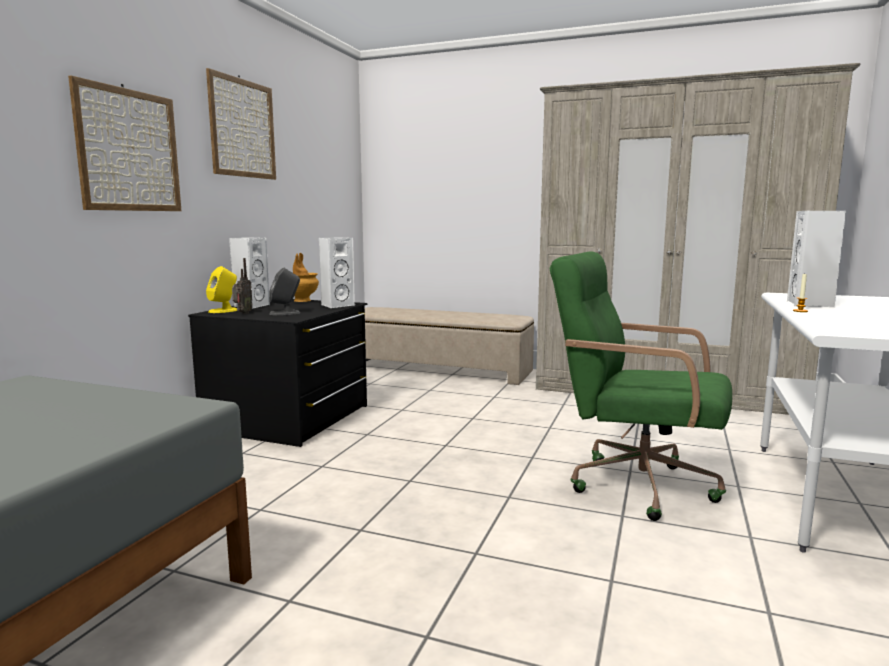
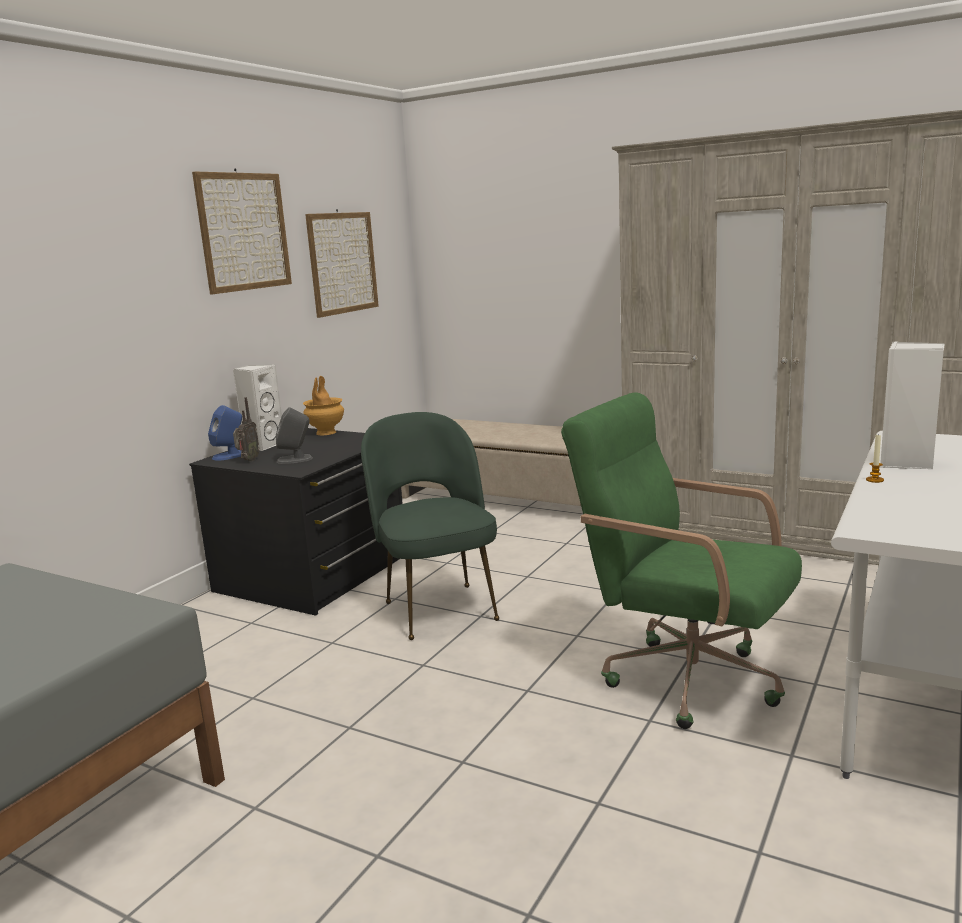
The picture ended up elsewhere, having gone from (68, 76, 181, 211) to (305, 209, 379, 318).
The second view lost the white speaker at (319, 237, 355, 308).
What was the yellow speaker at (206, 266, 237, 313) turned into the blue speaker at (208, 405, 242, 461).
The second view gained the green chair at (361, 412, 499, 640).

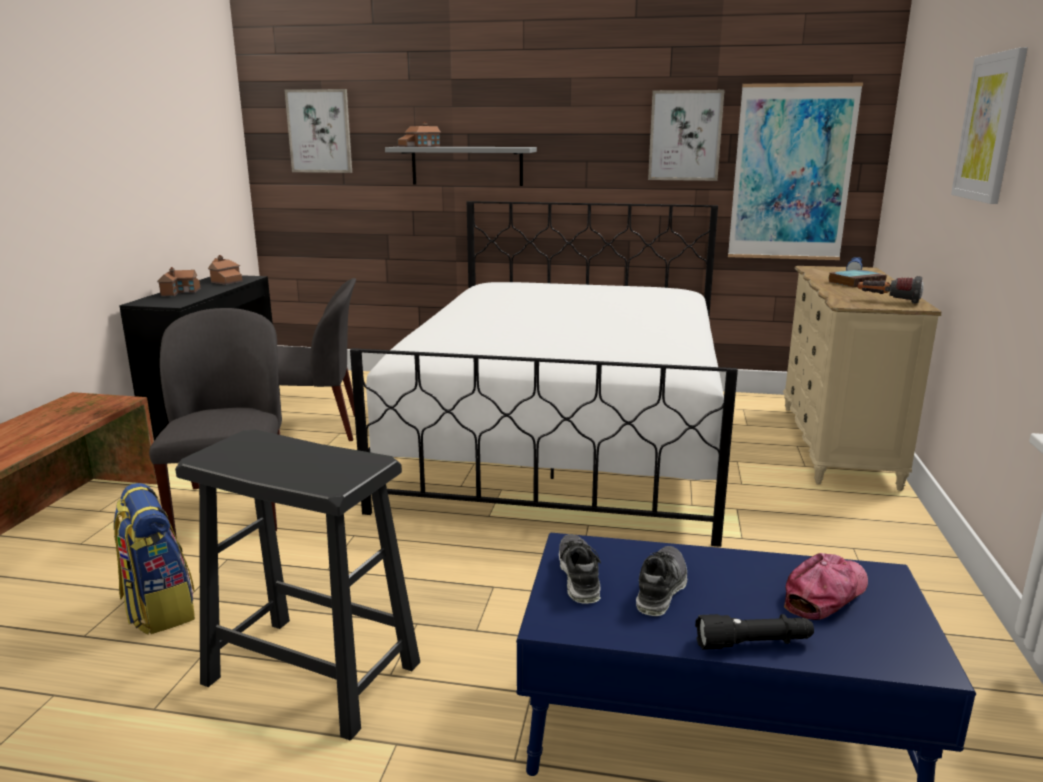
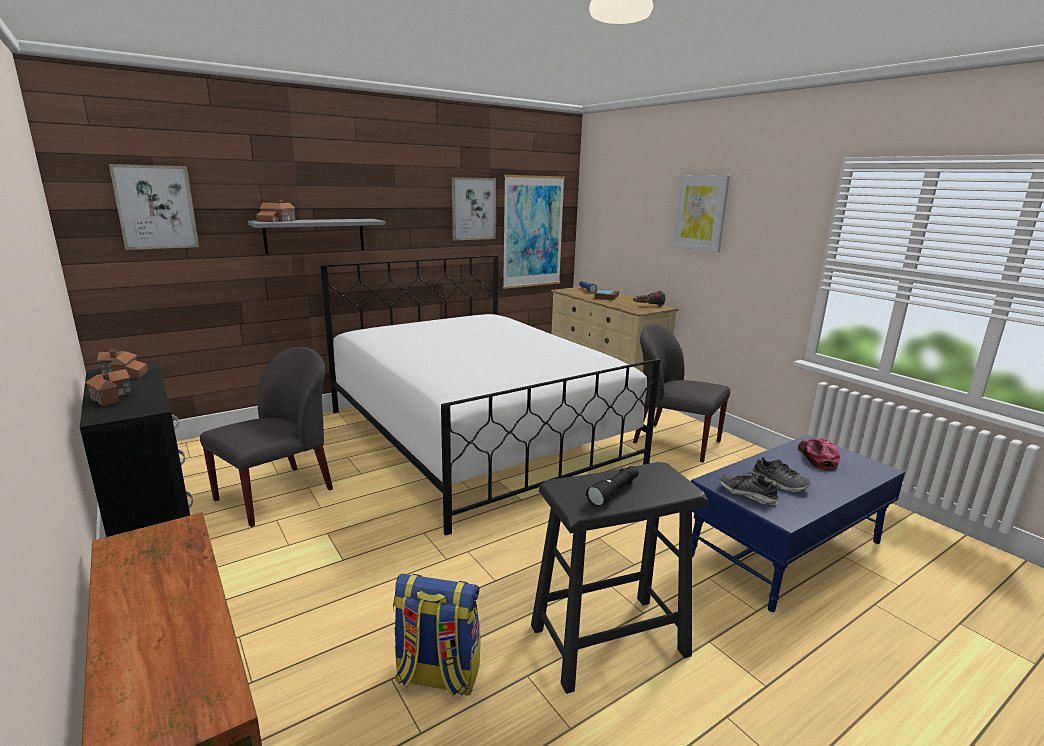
The grey chair ended up elsewhere, having gone from (149, 308, 282, 539) to (633, 324, 730, 462).
The shoe at (636, 546, 687, 616) ended up facing another way, 150 degrees clockwise from before.
The black flashlight ended up elsewhere, having gone from (695, 614, 814, 650) to (586, 466, 639, 507).

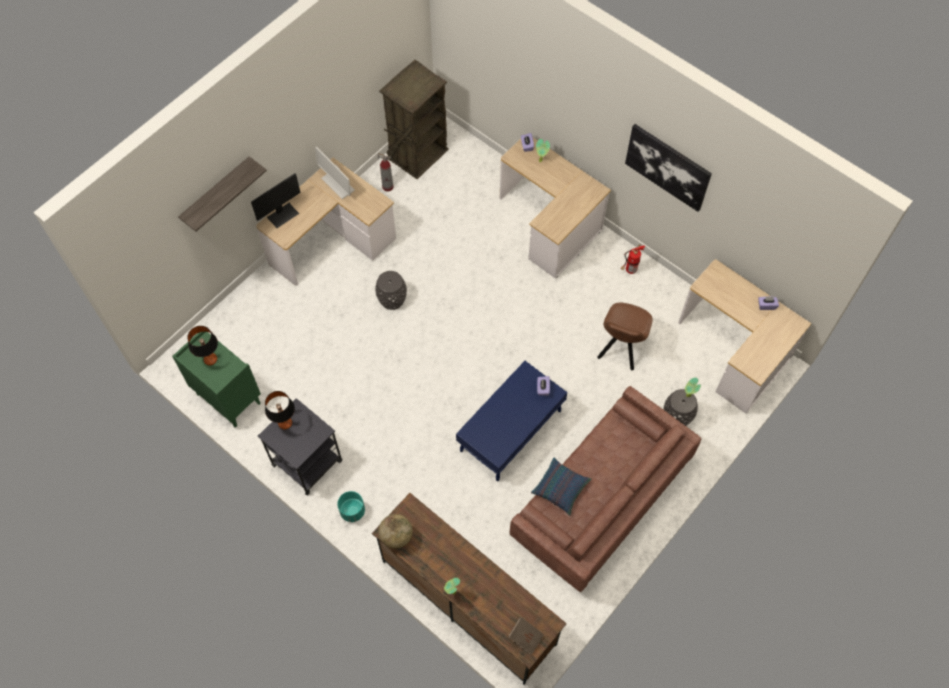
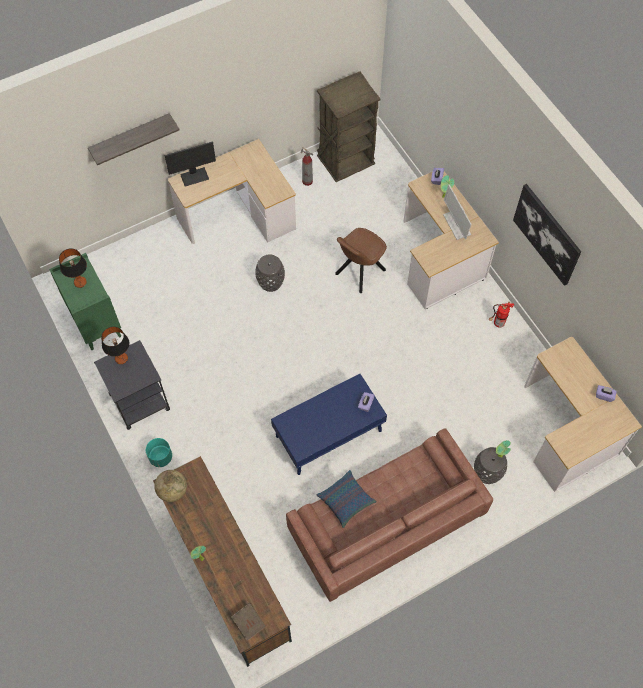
The monitor ended up elsewhere, having gone from (315, 147, 355, 199) to (443, 184, 472, 240).
The brown chair ended up elsewhere, having gone from (597, 302, 653, 371) to (335, 228, 387, 293).

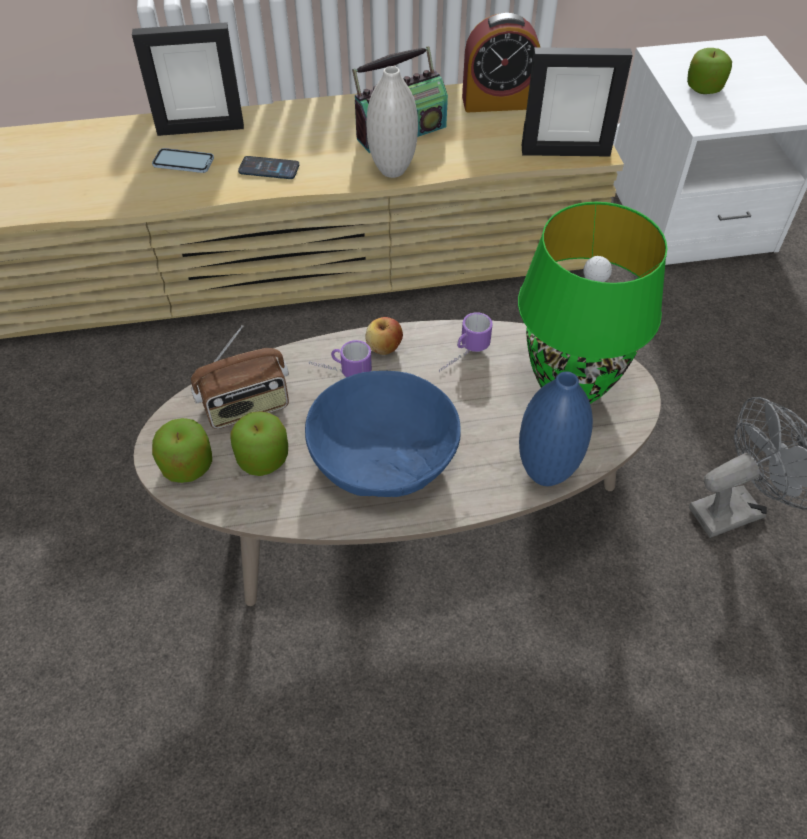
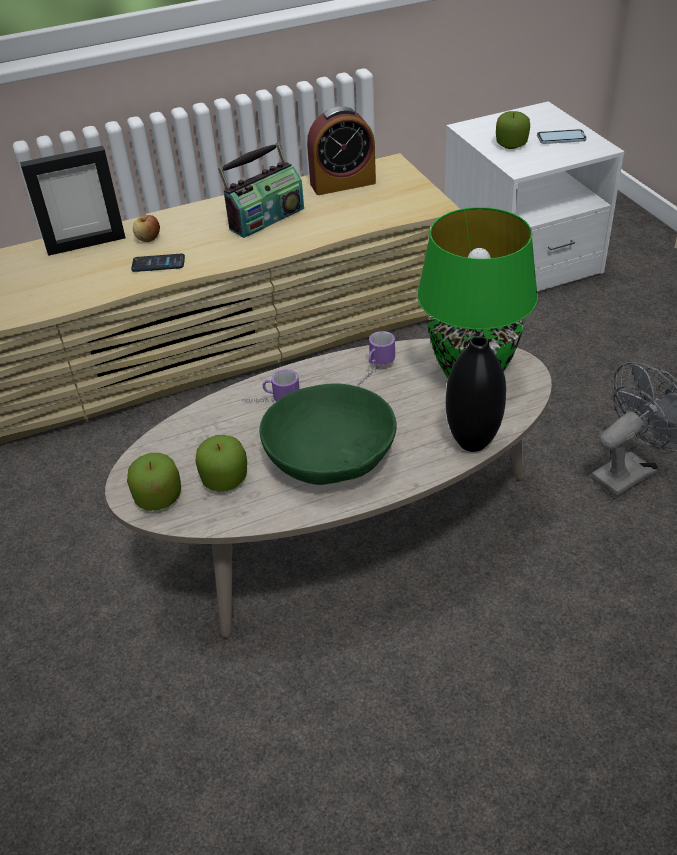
The second view lost the picture frame at (521, 47, 633, 157).
The second view lost the white vase at (367, 66, 418, 178).
The phone ended up elsewhere, having gone from (152, 148, 214, 173) to (537, 129, 587, 144).
The apple ended up elsewhere, having gone from (366, 317, 403, 355) to (133, 215, 160, 242).
The second view lost the radio at (191, 325, 289, 429).
What was the blue bowl at (305, 371, 460, 497) turned into the green bowl at (260, 383, 397, 485).
What was the blue vase at (519, 371, 593, 486) turned into the black vase at (446, 336, 506, 452).

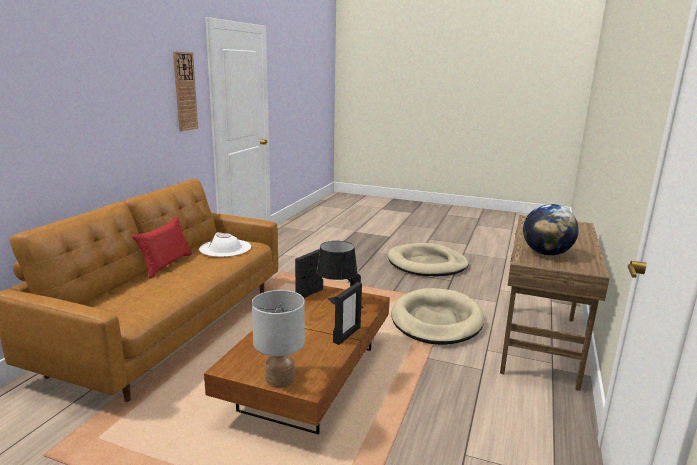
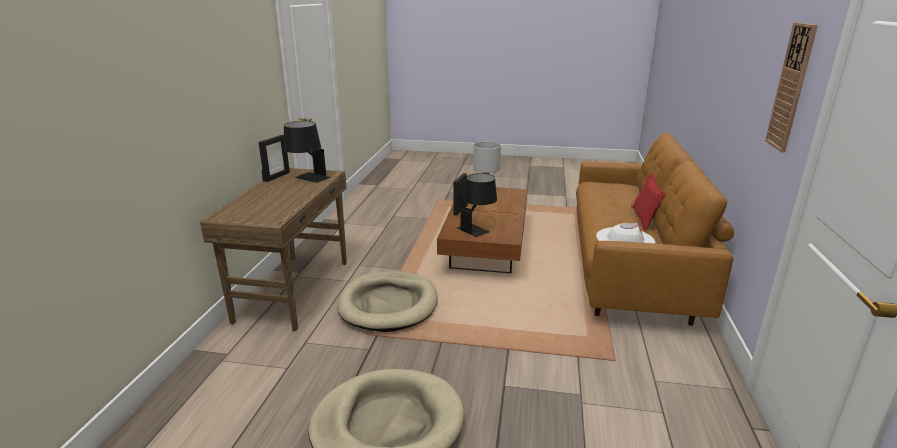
Where the globe stood at (523, 204, 579, 256), the black table lamp came to stand at (283, 121, 331, 183).
The picture frame ended up elsewhere, having gone from (295, 249, 323, 298) to (259, 135, 290, 182).

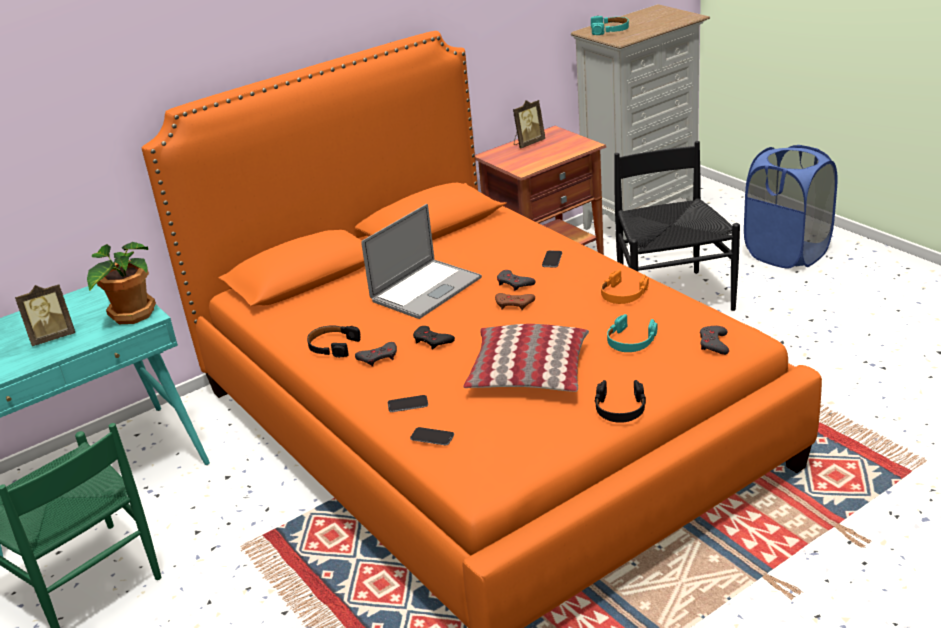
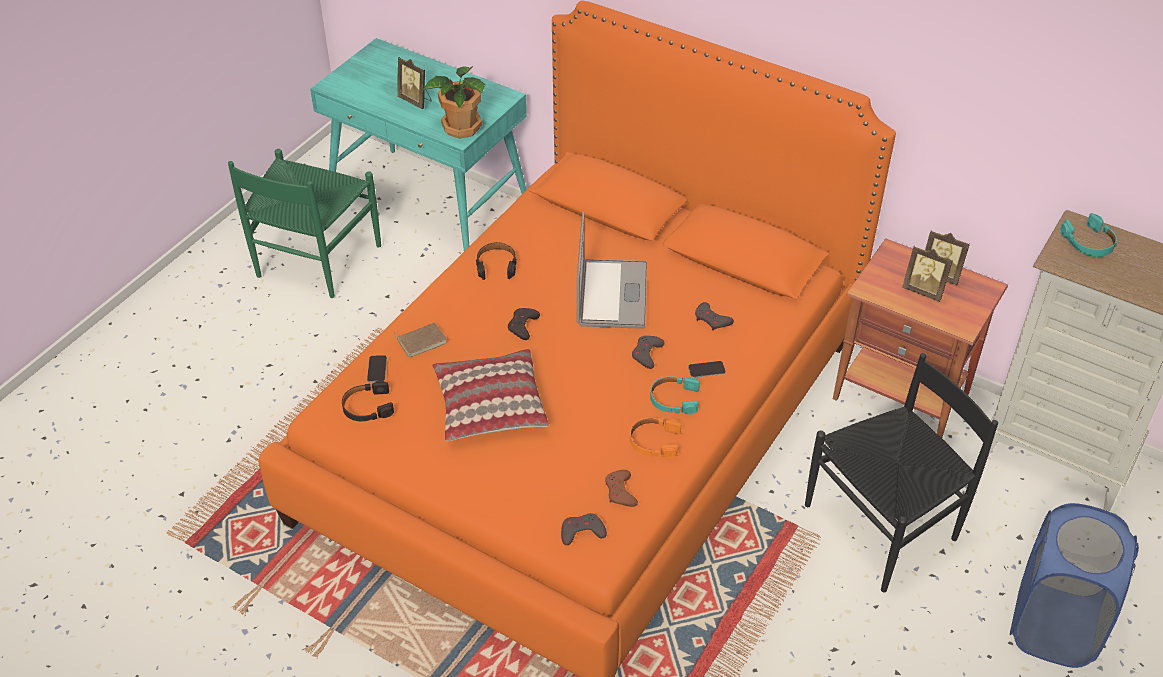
The laptop at (361, 204, 482, 319) ended up facing another way, 105 degrees counterclockwise from before.
The brown game controller ended up elsewhere, having gone from (495, 293, 535, 310) to (605, 470, 638, 507).
The turquoise headphones ended up elsewhere, having gone from (607, 314, 657, 352) to (650, 376, 700, 415).
The grey game controller ended up elsewhere, having gone from (355, 342, 397, 367) to (695, 302, 734, 331).
The black headphones ended up elsewhere, having gone from (595, 380, 646, 423) to (342, 381, 394, 421).
Where the phone stood at (388, 395, 428, 412), the brown book came to stand at (393, 322, 447, 358).
The second view gained the picture frame at (902, 245, 953, 302).

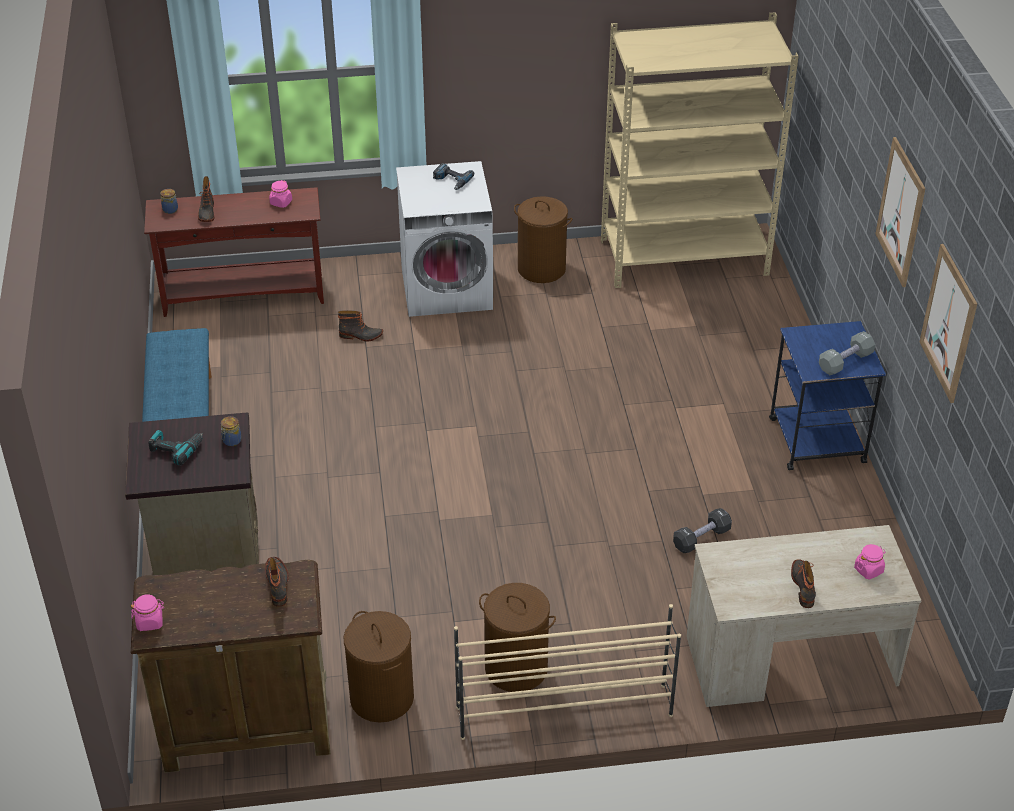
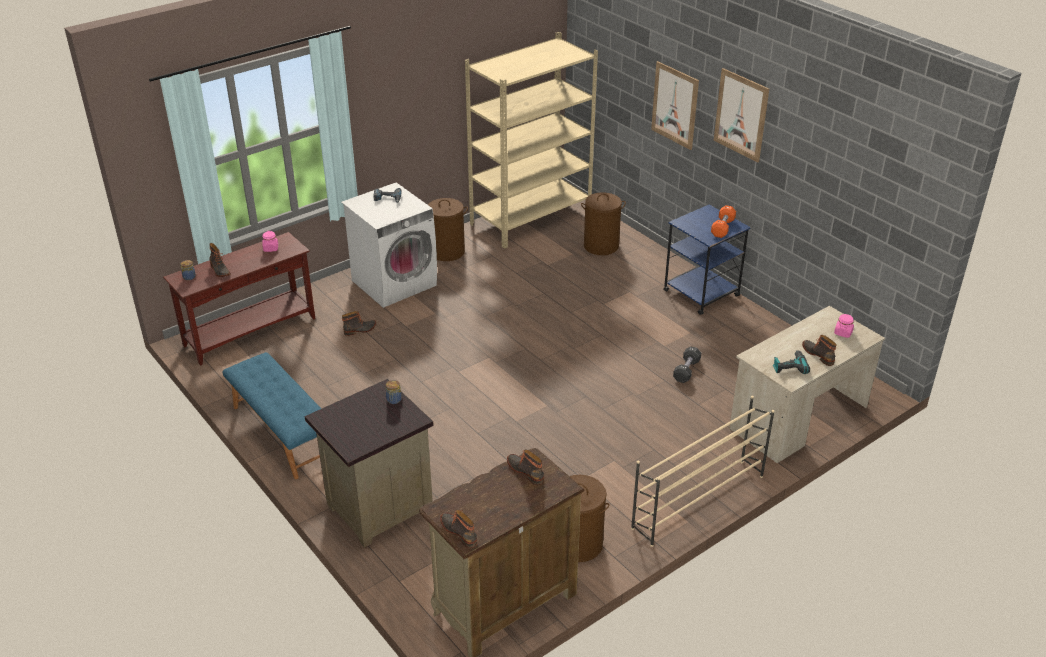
The picture ended up elsewhere, having gone from (920, 244, 977, 403) to (651, 61, 699, 150).
What was the grey dumbbell at (819, 331, 875, 375) turned into the orange dumbbell at (711, 205, 736, 238).
The power drill ended up elsewhere, having gone from (148, 430, 203, 465) to (773, 350, 810, 374).
The brown laundry basket ended up elsewhere, having gone from (479, 583, 556, 692) to (581, 193, 626, 255).
Where the pink jar stood at (131, 594, 164, 631), the boot came to stand at (440, 510, 477, 548).

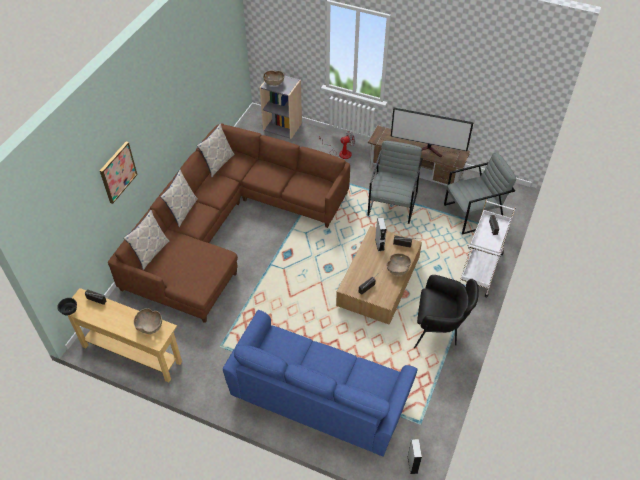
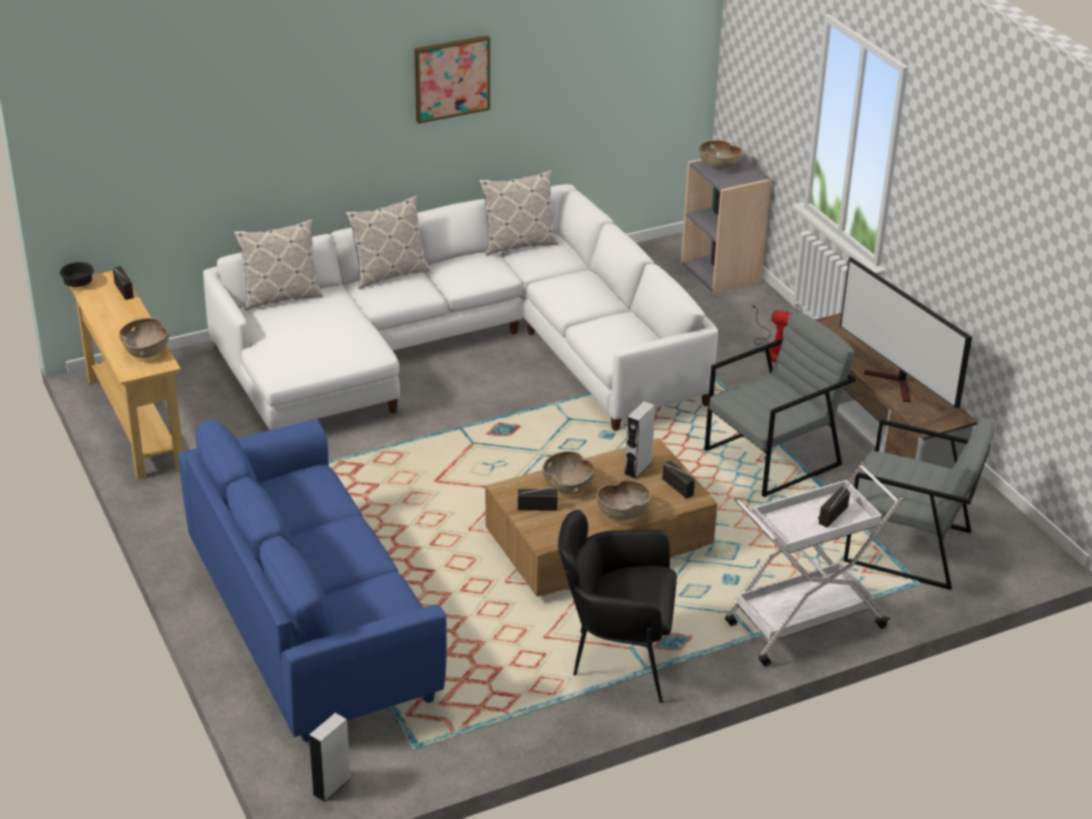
What was the brown sofa at (108, 123, 350, 323) turned into the white sofa at (203, 184, 718, 431).
The picture ended up elsewhere, having gone from (100, 141, 138, 204) to (414, 35, 490, 124).
The black armchair at (414, 275, 479, 348) ended up facing another way, 135 degrees clockwise from before.
The second view gained the brown bowl at (542, 451, 595, 494).

